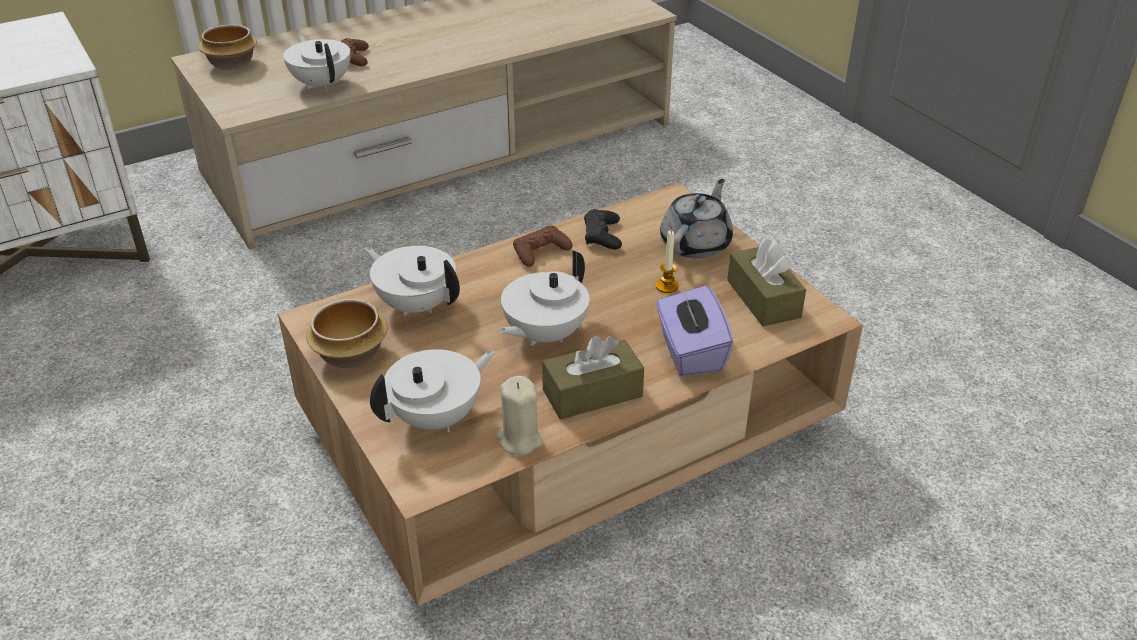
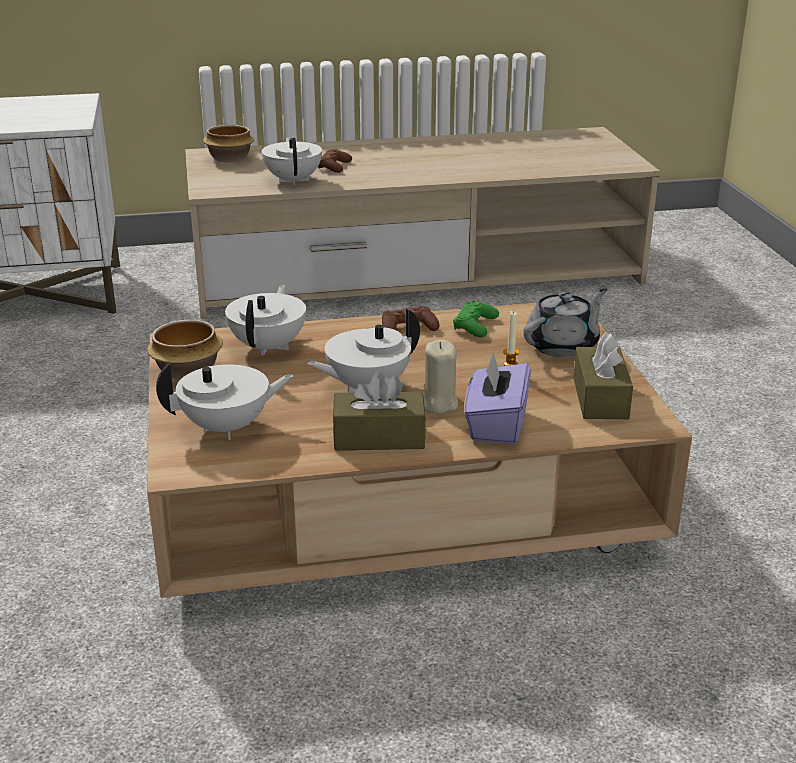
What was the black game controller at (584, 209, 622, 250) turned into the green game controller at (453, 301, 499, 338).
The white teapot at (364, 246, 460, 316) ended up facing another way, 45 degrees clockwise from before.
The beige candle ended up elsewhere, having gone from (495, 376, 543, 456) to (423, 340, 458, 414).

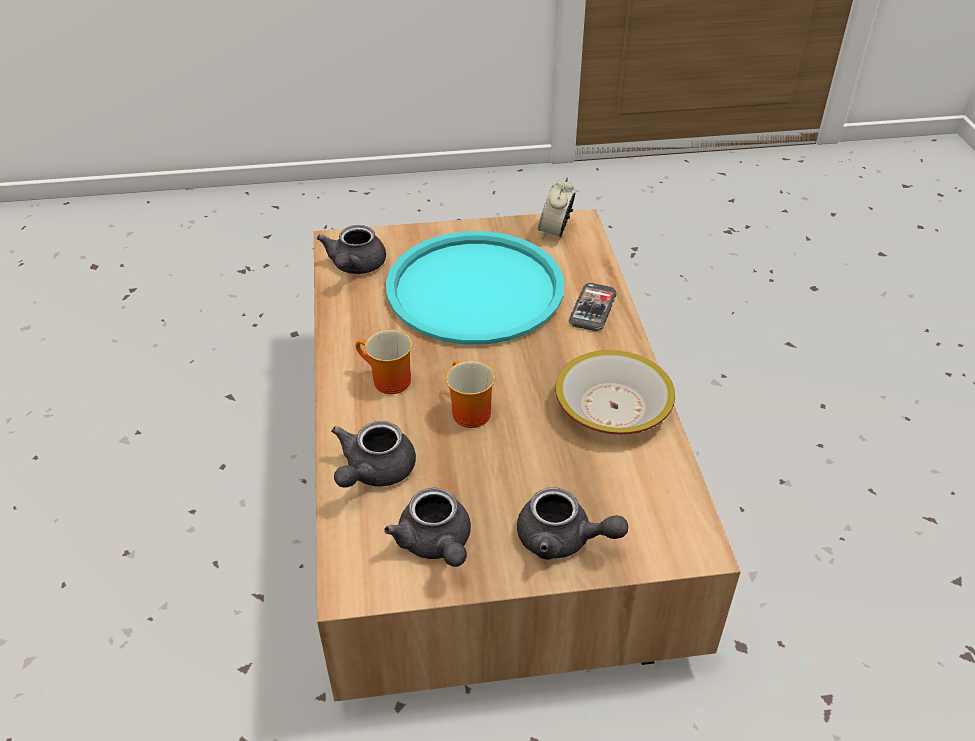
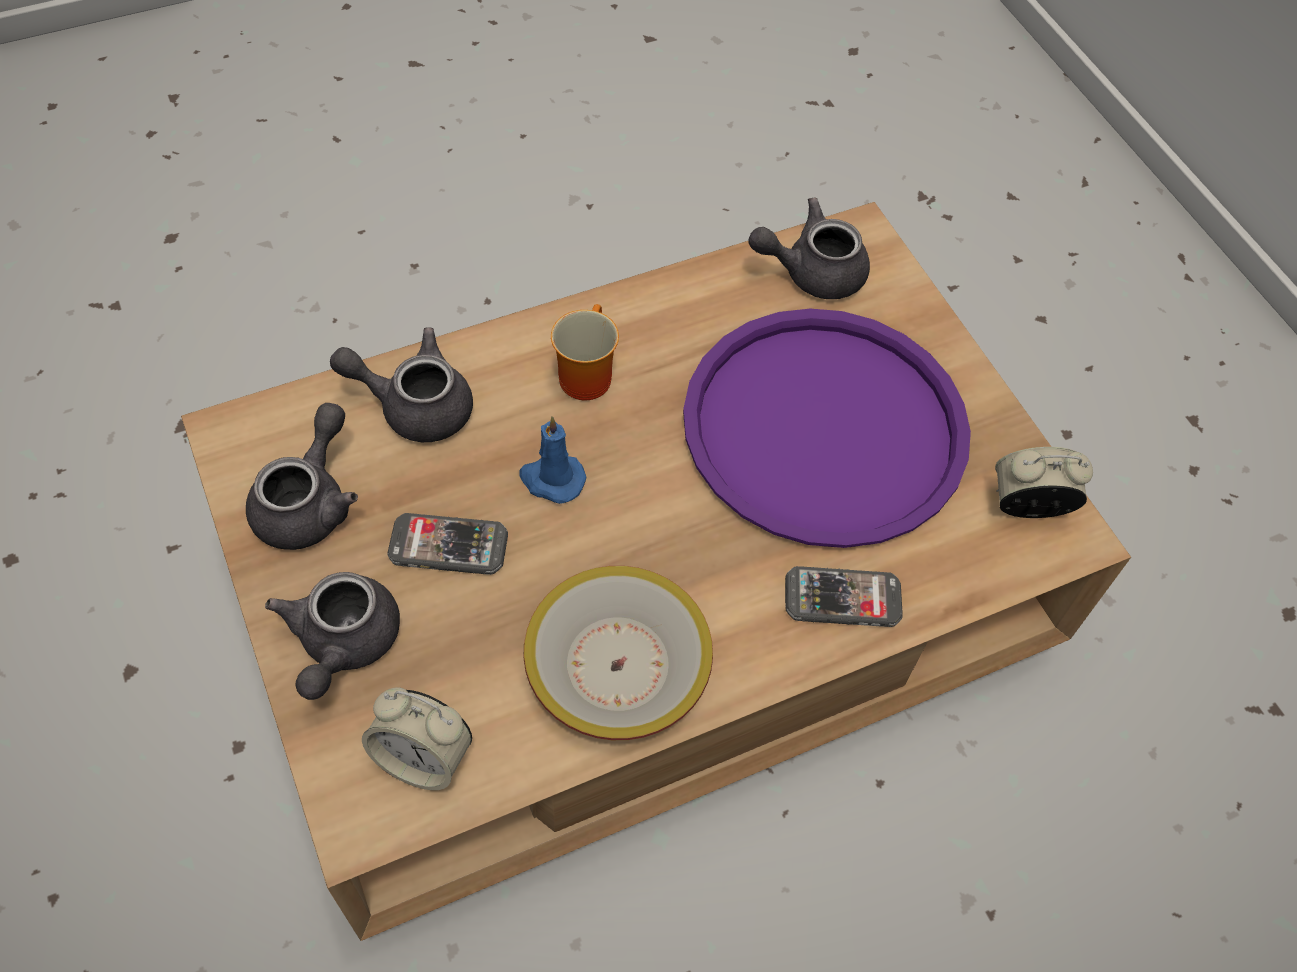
What was the turquoise tray at (386, 231, 565, 344) turned into the purple tray at (683, 309, 971, 548).
Where the mug stood at (446, 361, 495, 428), the blue candle came to stand at (519, 416, 587, 504).
The grey teapot at (384, 488, 471, 567) ended up facing another way, 150 degrees clockwise from before.
The second view gained the phone at (388, 513, 508, 575).
The second view gained the alarm clock at (362, 687, 472, 790).

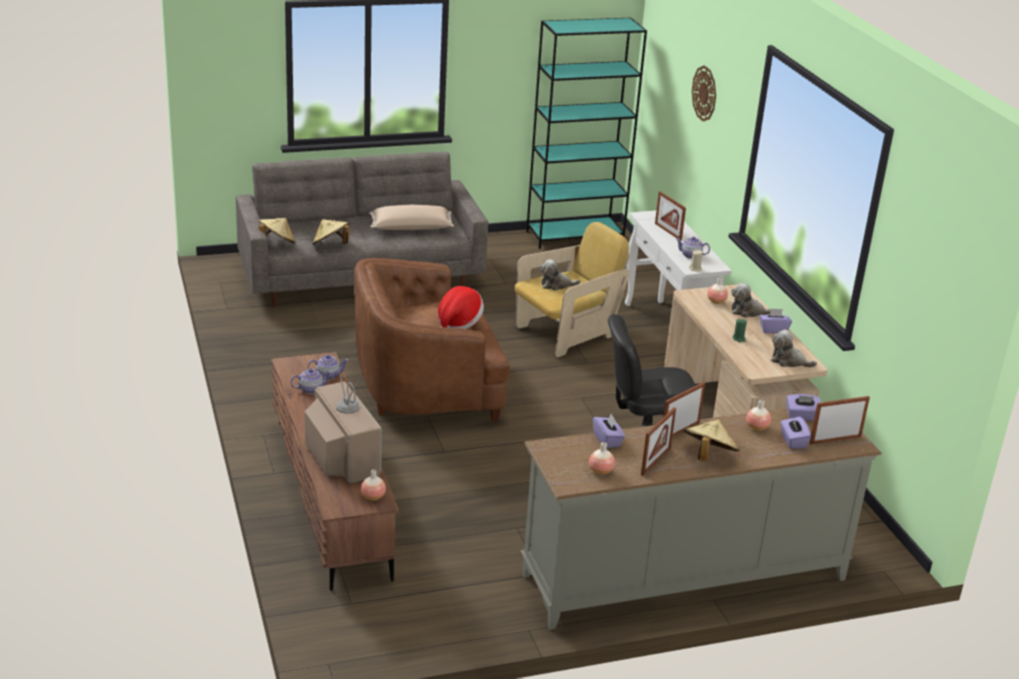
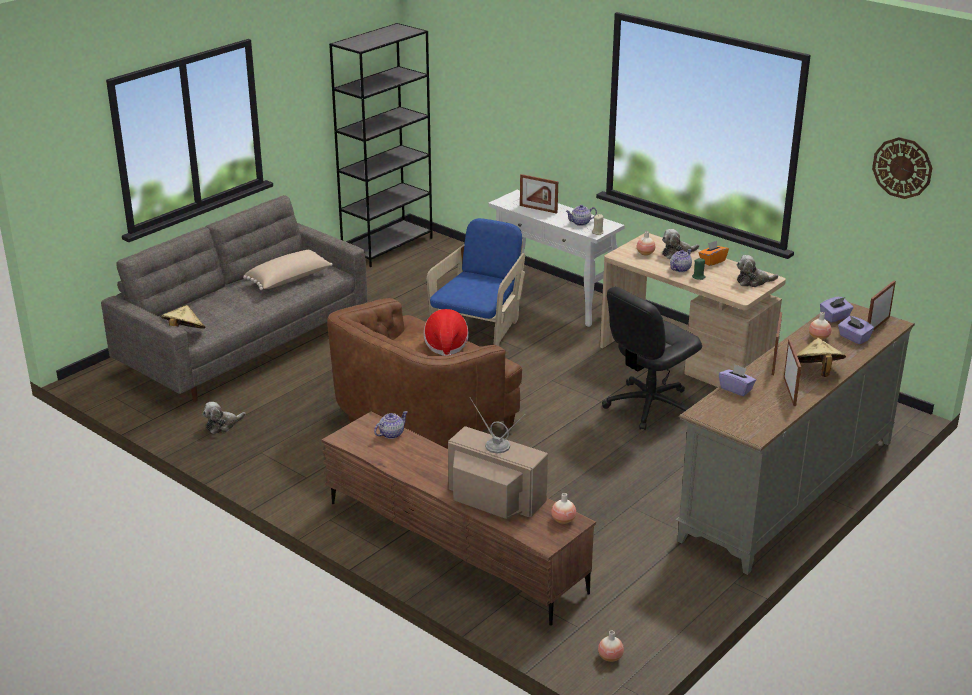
What was the turquoise bookcase at (526, 18, 647, 249) turned into the grey bookcase at (329, 23, 433, 267).
The wall clock ended up elsewhere, having gone from (692, 65, 716, 121) to (872, 137, 932, 199).
The second view lost the beige hat at (312, 219, 350, 245).
What was the yellow armchair at (515, 222, 629, 357) turned into the blue armchair at (427, 218, 525, 346).
The plush toy ended up elsewhere, having gone from (540, 259, 580, 291) to (203, 402, 246, 434).
What was the purple tissue box at (759, 308, 792, 333) turned into the orange tissue box at (699, 241, 729, 266).
The teapot ended up elsewhere, having gone from (290, 369, 331, 394) to (670, 249, 692, 272).
The vase ended up elsewhere, having gone from (589, 442, 615, 475) to (598, 631, 624, 662).

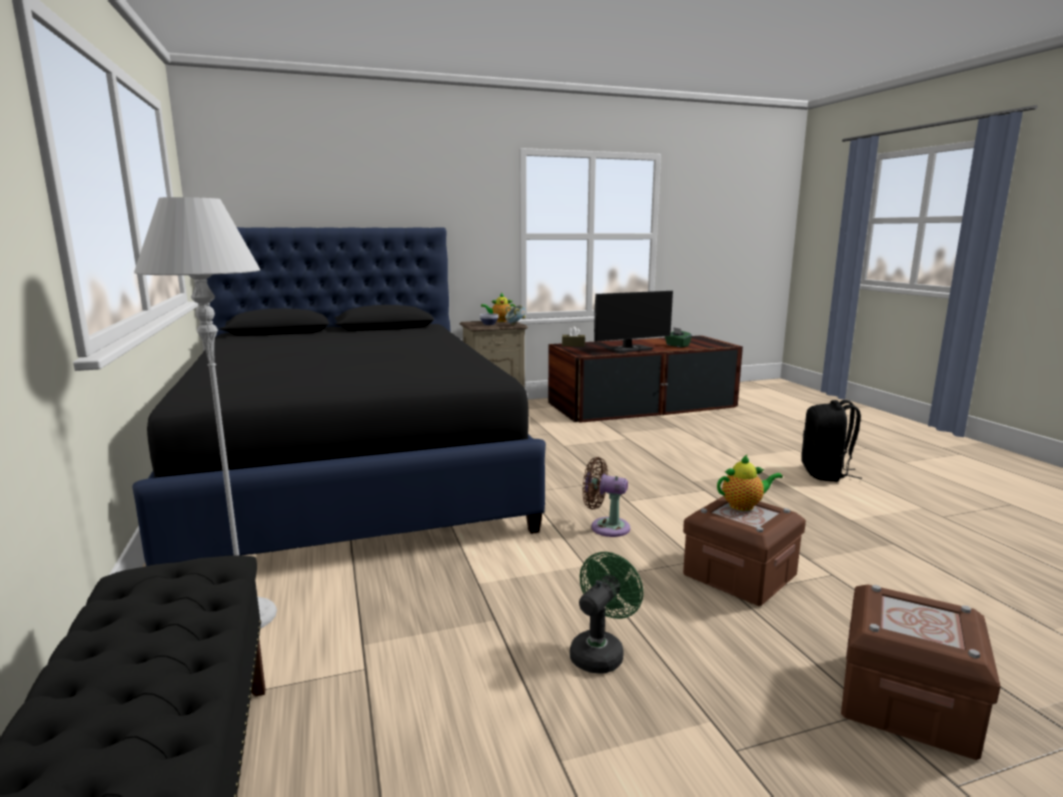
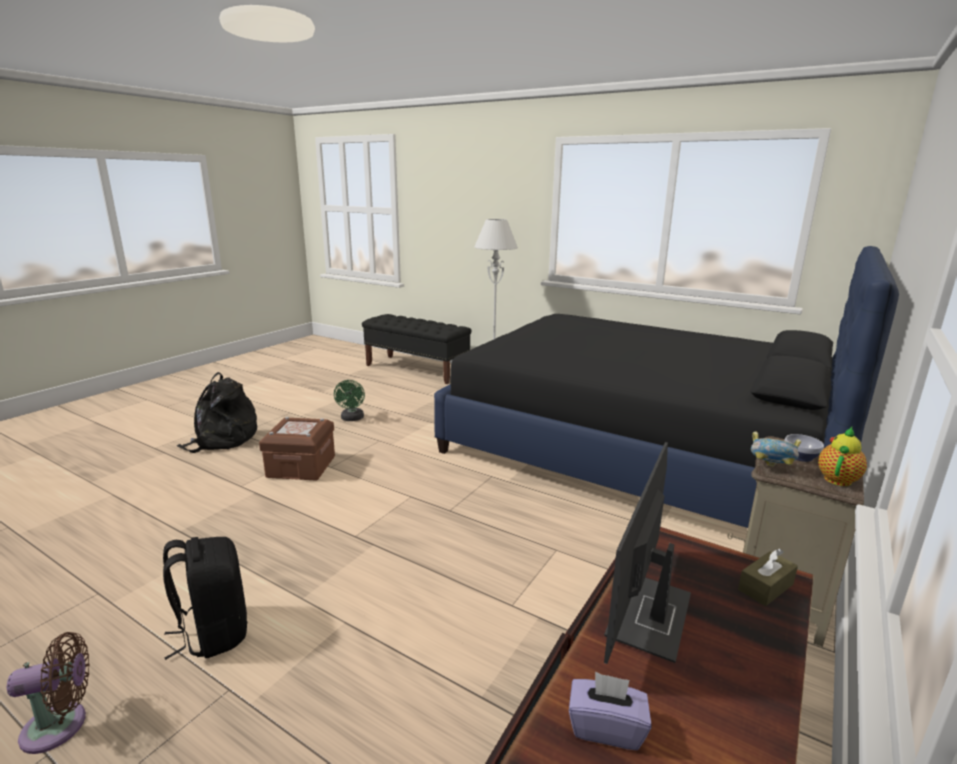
What was the green tissue box at (665, 327, 692, 347) turned into the purple tissue box at (569, 672, 652, 750).
The second view lost the teapot at (717, 454, 783, 511).
The brown fan ended up elsewhere, having gone from (582, 457, 630, 537) to (7, 632, 90, 754).
Where the brown storage box stood at (841, 584, 1001, 760), the black backpack came to stand at (177, 372, 257, 453).

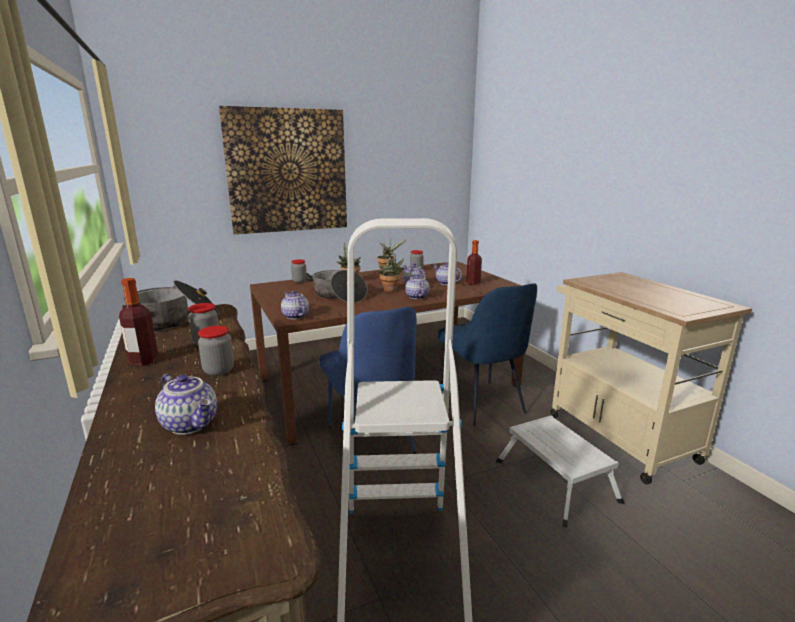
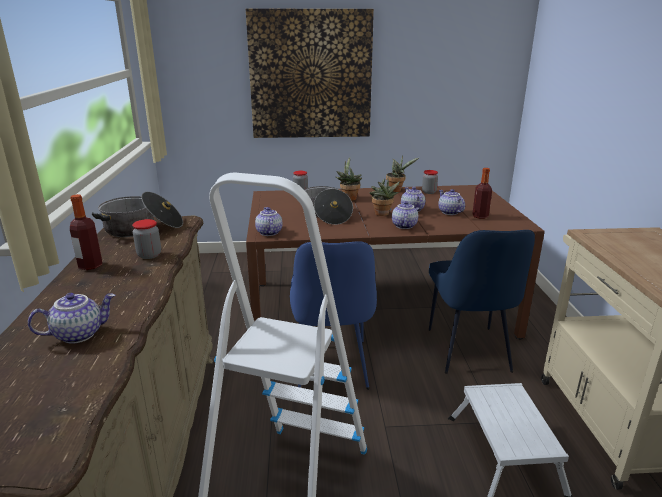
The second view lost the jar at (198, 325, 234, 376).
The teapot at (155, 374, 217, 435) ended up facing another way, 90 degrees counterclockwise from before.

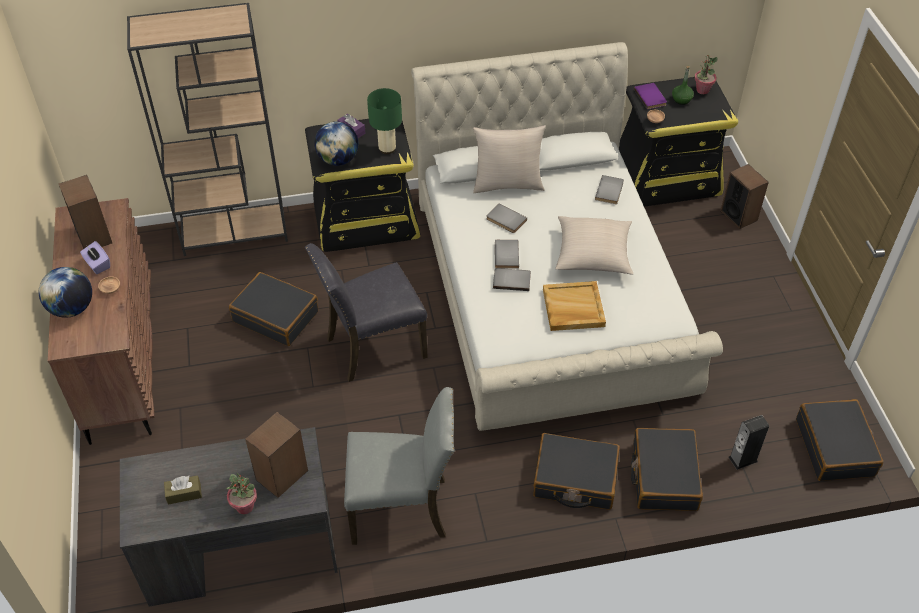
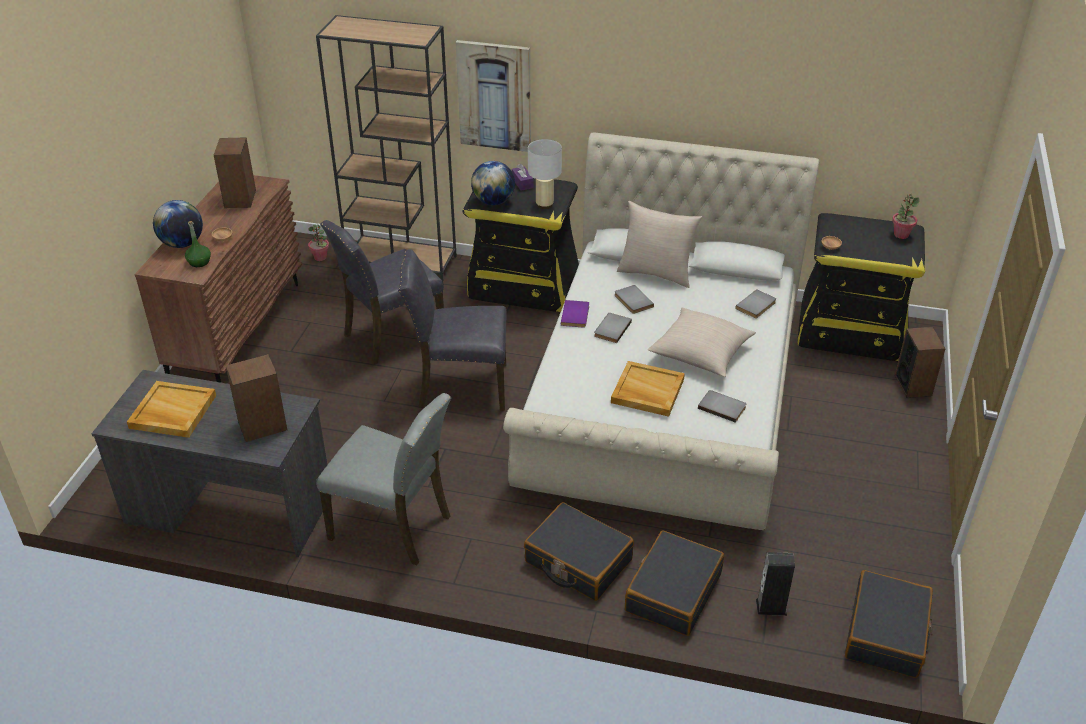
The green bottle ended up elsewhere, having gone from (672, 66, 694, 105) to (185, 221, 211, 267).
The purple book ended up elsewhere, having gone from (634, 83, 667, 110) to (561, 300, 589, 328).
What was the green table lamp at (367, 88, 402, 154) turned into the white table lamp at (528, 139, 562, 209).
The second view lost the purple tissue box at (80, 241, 110, 274).
The grey book ended up elsewhere, having gone from (493, 268, 531, 291) to (698, 390, 746, 423).
Where the black suitcase stood at (229, 272, 318, 346), the grey chair came to stand at (320, 220, 444, 365).
The potted plant ended up elsewhere, having gone from (226, 473, 257, 514) to (308, 224, 329, 261).
Where the brown tissue box stood at (164, 475, 202, 505), the beige tray came to stand at (127, 381, 216, 438).
The second view gained the picture at (456, 40, 531, 152).

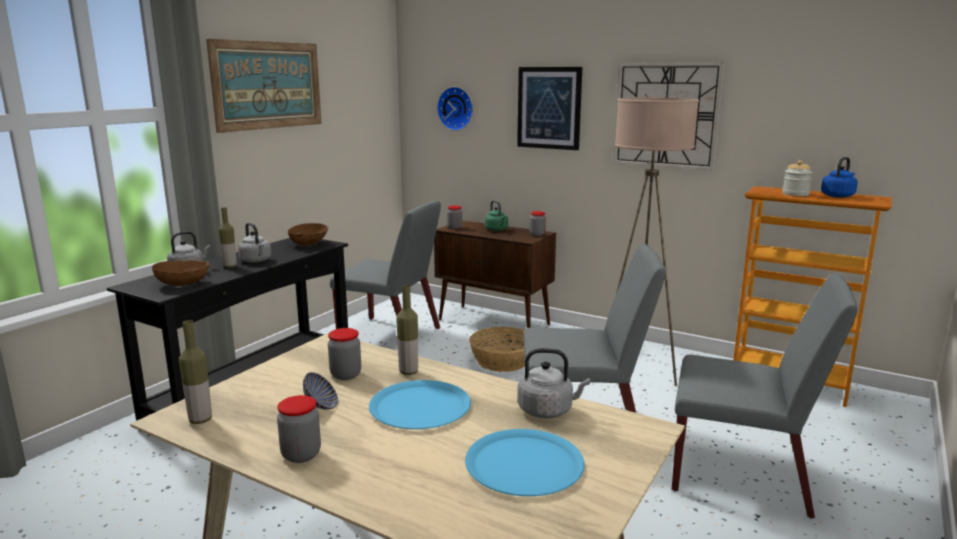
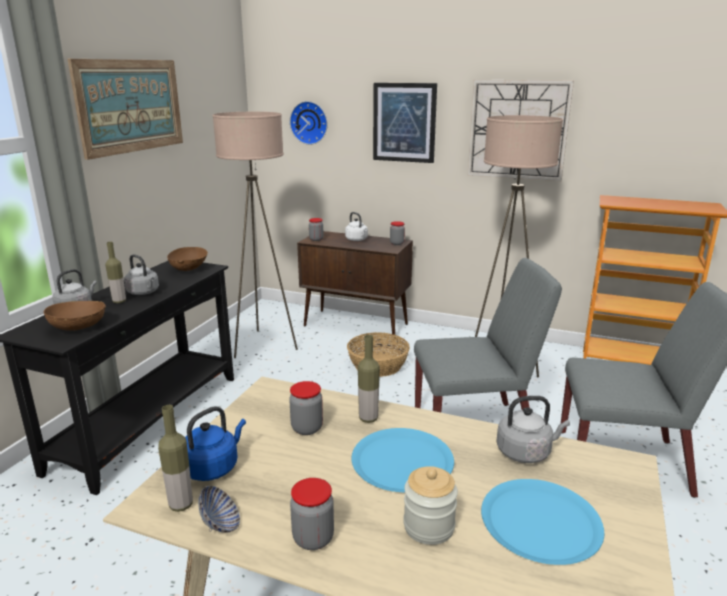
The blue kettle ended up elsewhere, having gone from (821, 157, 858, 198) to (185, 406, 246, 481).
The jar ended up elsewhere, having gone from (783, 160, 813, 196) to (403, 466, 458, 545).
Where the grey chair stood at (330, 200, 441, 329), the beige floor lamp came to stand at (212, 112, 298, 358).
What was the green kettle at (485, 200, 508, 231) turned into the white kettle at (345, 212, 368, 241).
The bowl ended up elsewhere, having gone from (303, 372, 338, 410) to (198, 486, 240, 533).

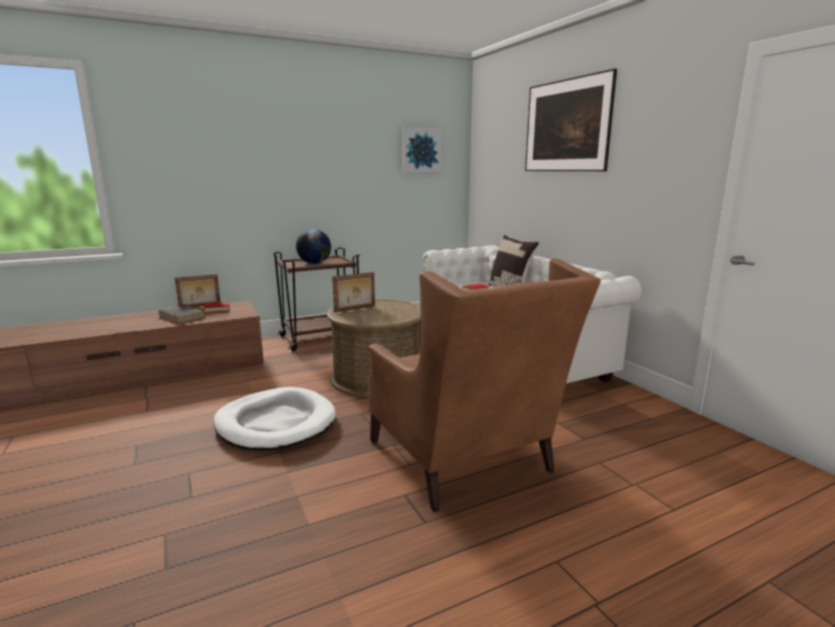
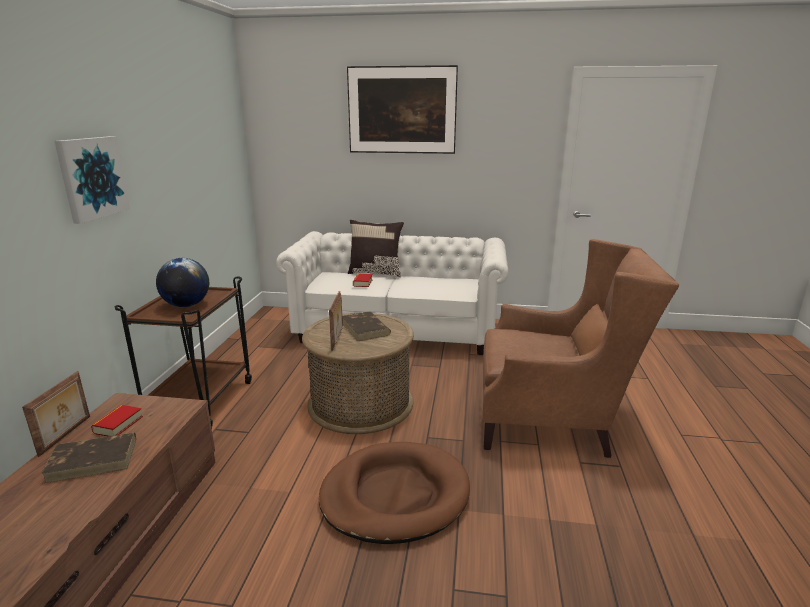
The picture ended up elsewhere, having gone from (402, 127, 442, 173) to (54, 136, 130, 224).
What was the white dog bed at (213, 387, 336, 451) turned into the brown dog bed at (319, 442, 470, 544).
The second view gained the brown book at (342, 311, 391, 341).

